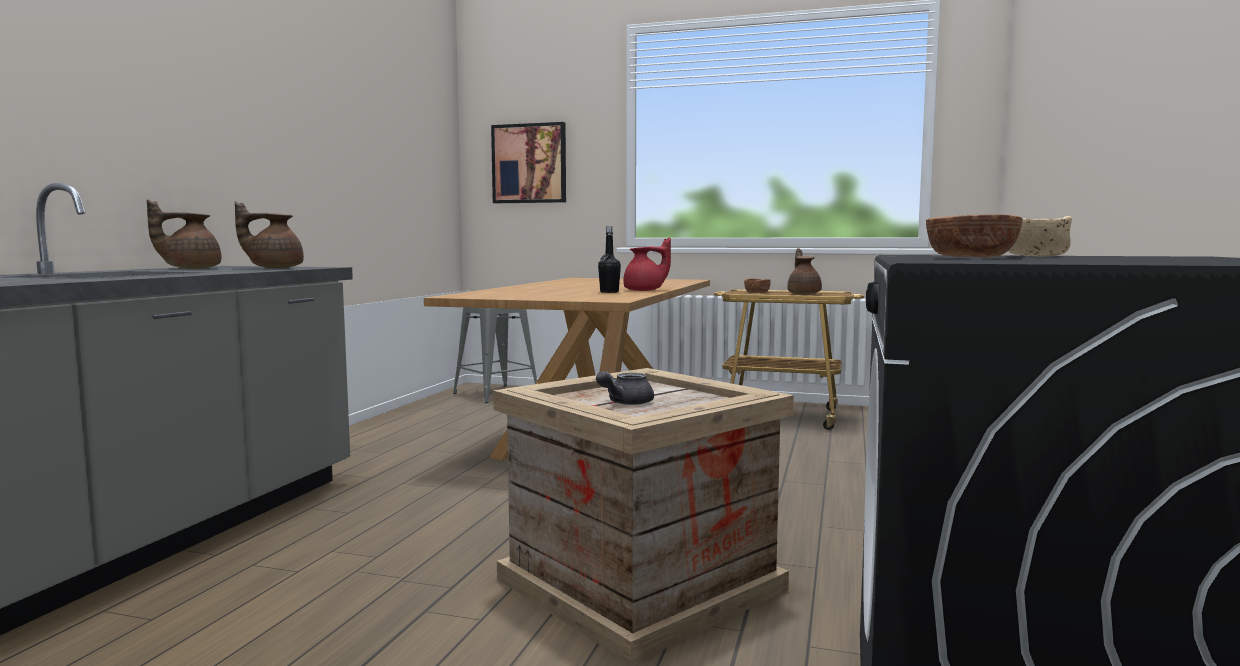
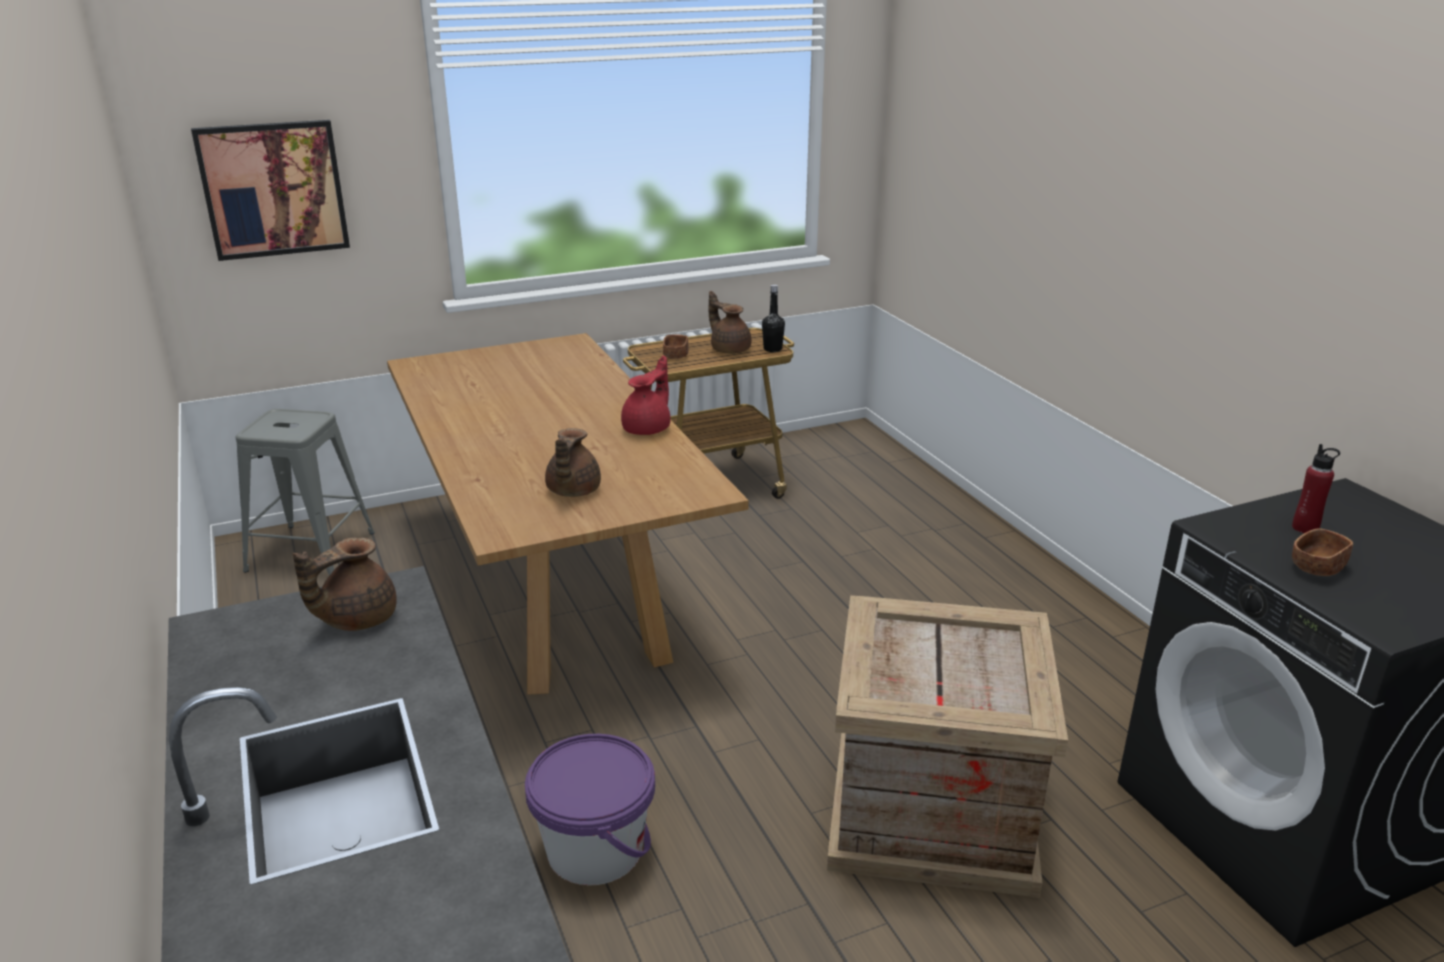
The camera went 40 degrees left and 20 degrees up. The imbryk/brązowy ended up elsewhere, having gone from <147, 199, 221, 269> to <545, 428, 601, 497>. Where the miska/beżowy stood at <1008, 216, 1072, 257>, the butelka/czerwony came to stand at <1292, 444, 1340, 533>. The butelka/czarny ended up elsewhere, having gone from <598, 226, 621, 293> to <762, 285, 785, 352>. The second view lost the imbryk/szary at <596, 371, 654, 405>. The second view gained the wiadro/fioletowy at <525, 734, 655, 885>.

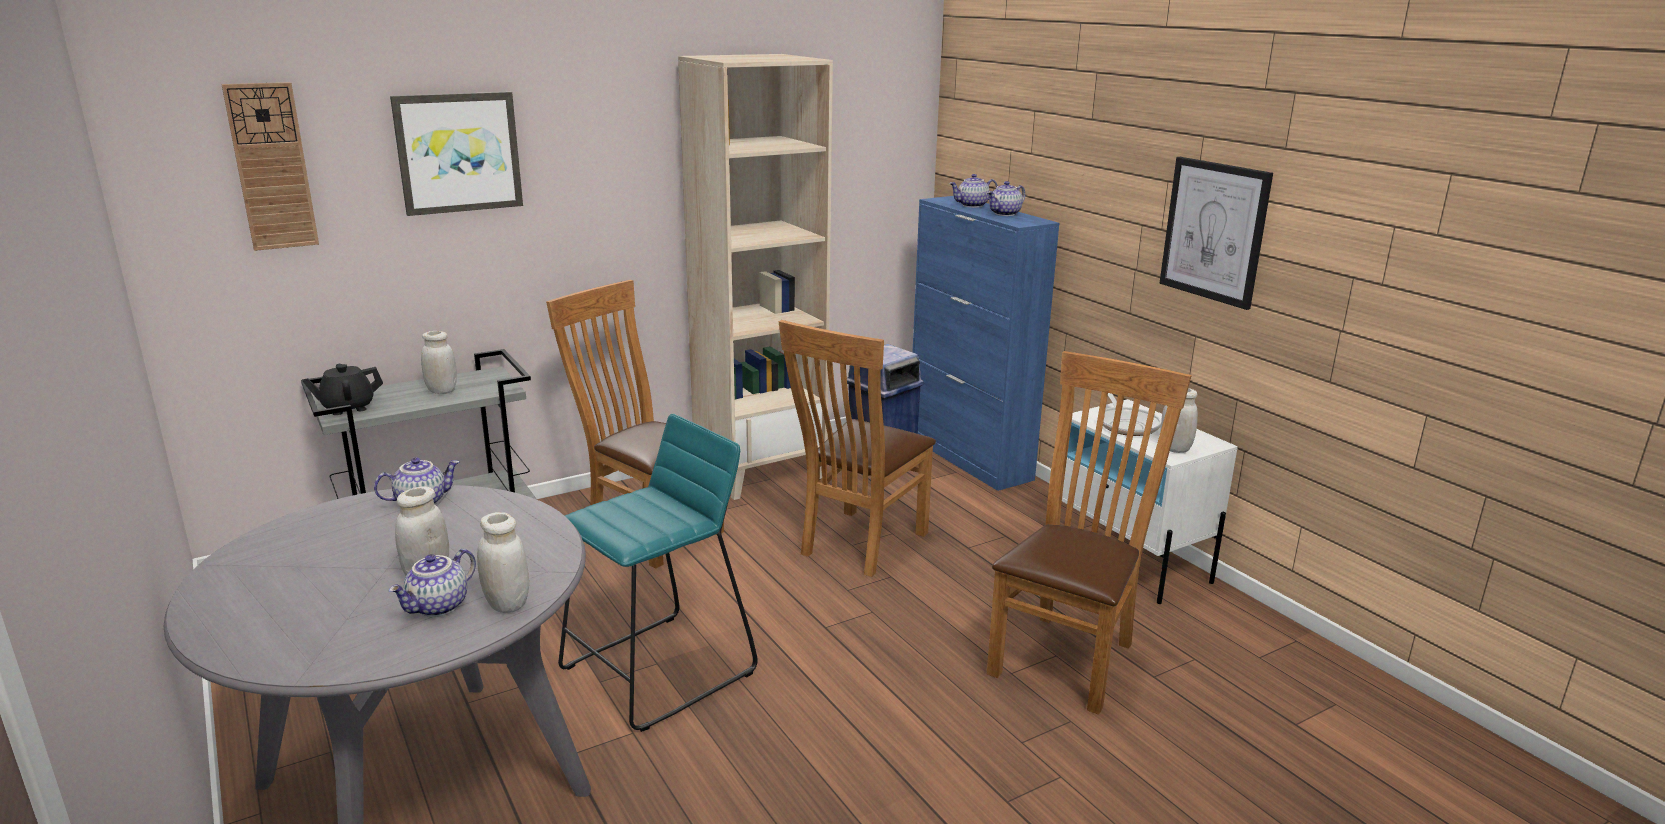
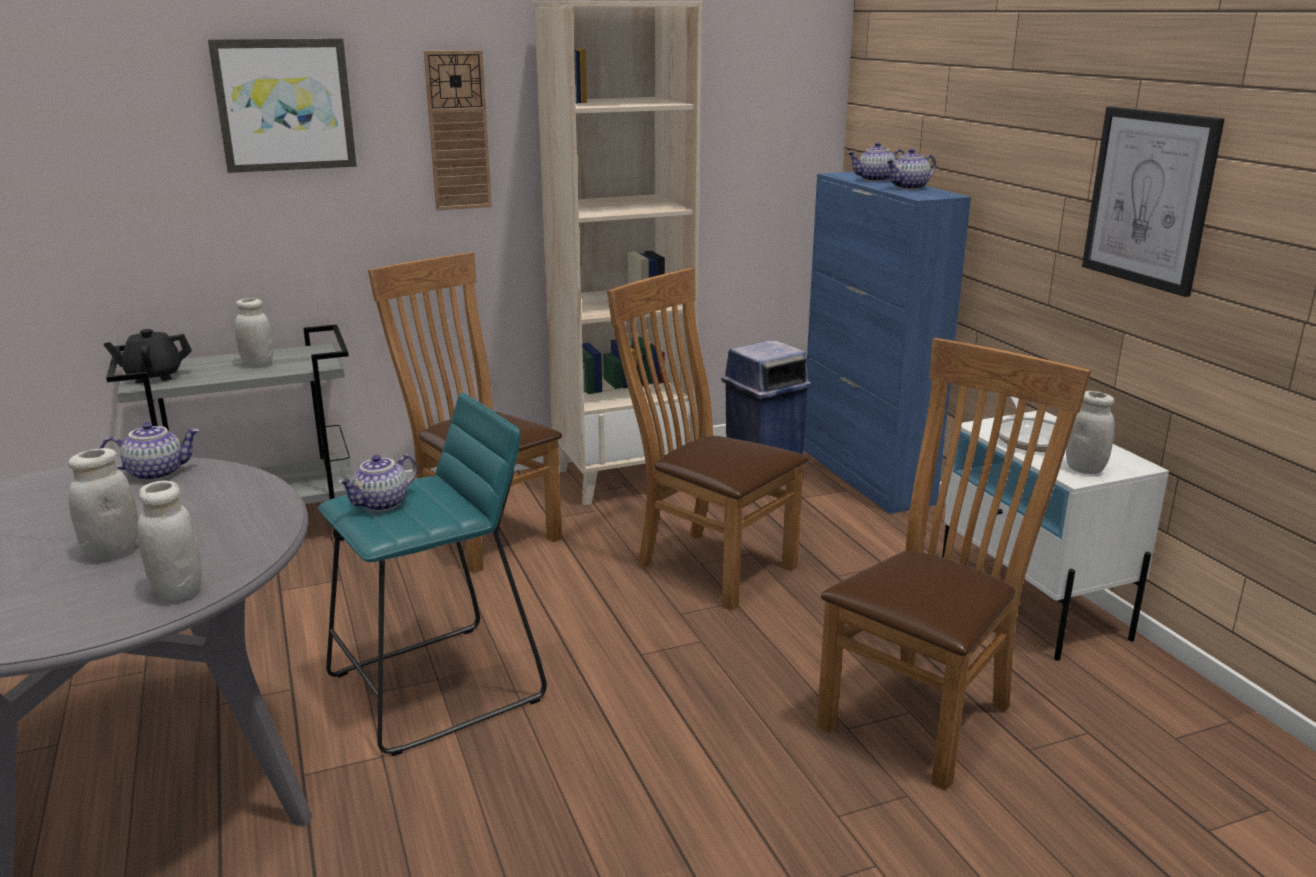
The camera went 10 degrees right and 0 degrees up. The zegar ścienny ended up elsewhere, having gone from <221, 82, 319, 251> to <424, 50, 492, 211>. The krzesło/brązowy at <779, 320, 936, 577> ended up facing another way, 90 degrees clockwise from before. The imbryk ended up elsewhere, having gone from <389, 549, 476, 617> to <338, 454, 417, 512>.

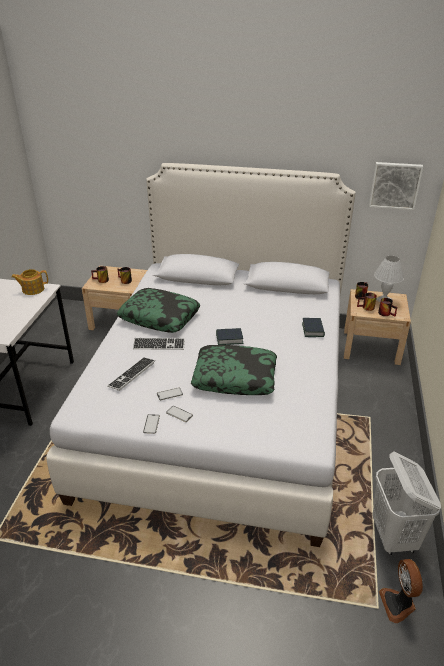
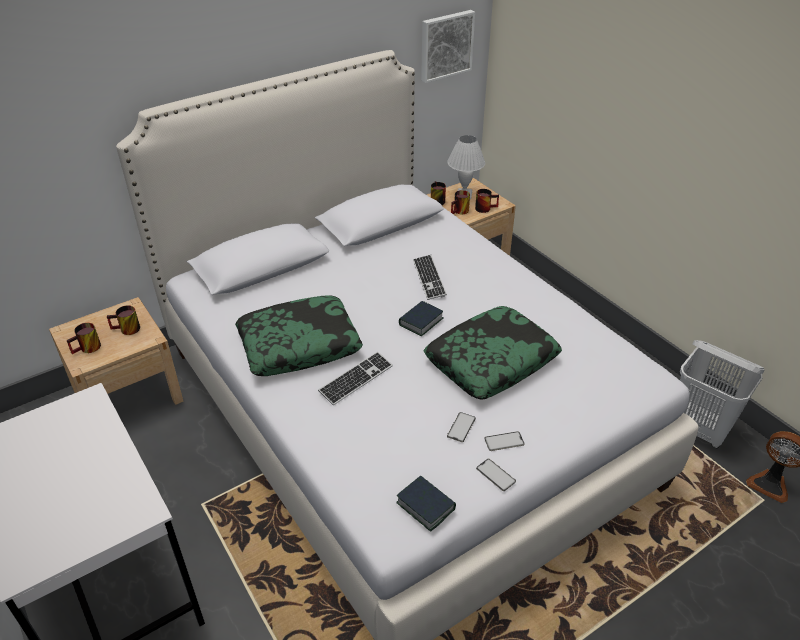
The camera went 45 degrees left and 5 degrees up. The second view lost the imbryk at <11, 269, 48, 295>. The książka ended up elsewhere, having gone from <302, 318, 325, 337> to <396, 475, 456, 532>. The klawiatura ended up elsewhere, having gone from <107, 357, 155, 391> to <413, 255, 447, 300>.

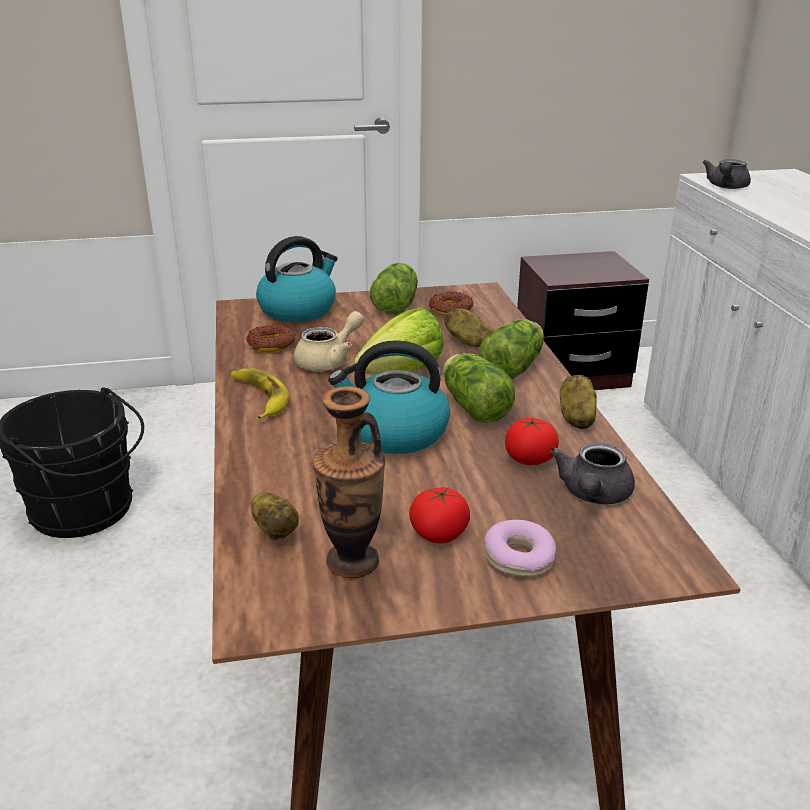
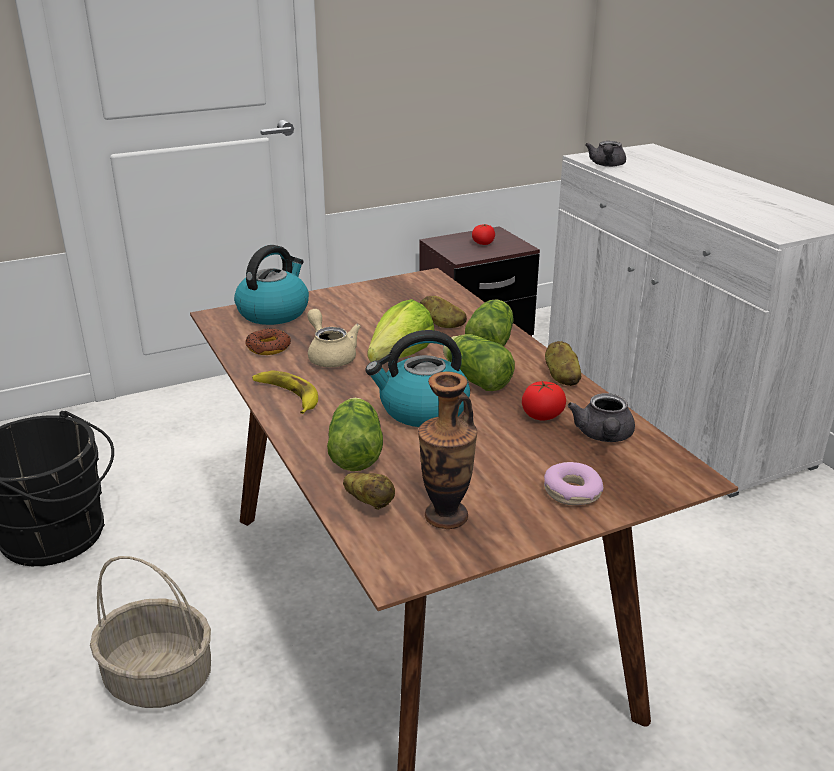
The camera went 15 degrees left and 0 degrees up. The sałata ended up elsewhere, having gone from <370, 263, 418, 315> to <327, 398, 383, 471>. The second view lost the donut at <429, 291, 473, 316>. The imbryk/beżowy at <294, 311, 364, 371> ended up facing another way, 60 degrees counterclockwise from before. The pomidor ended up elsewhere, having gone from <409, 487, 470, 543> to <472, 224, 495, 245>. The second view gained the koszyk at <90, 556, 211, 708>.

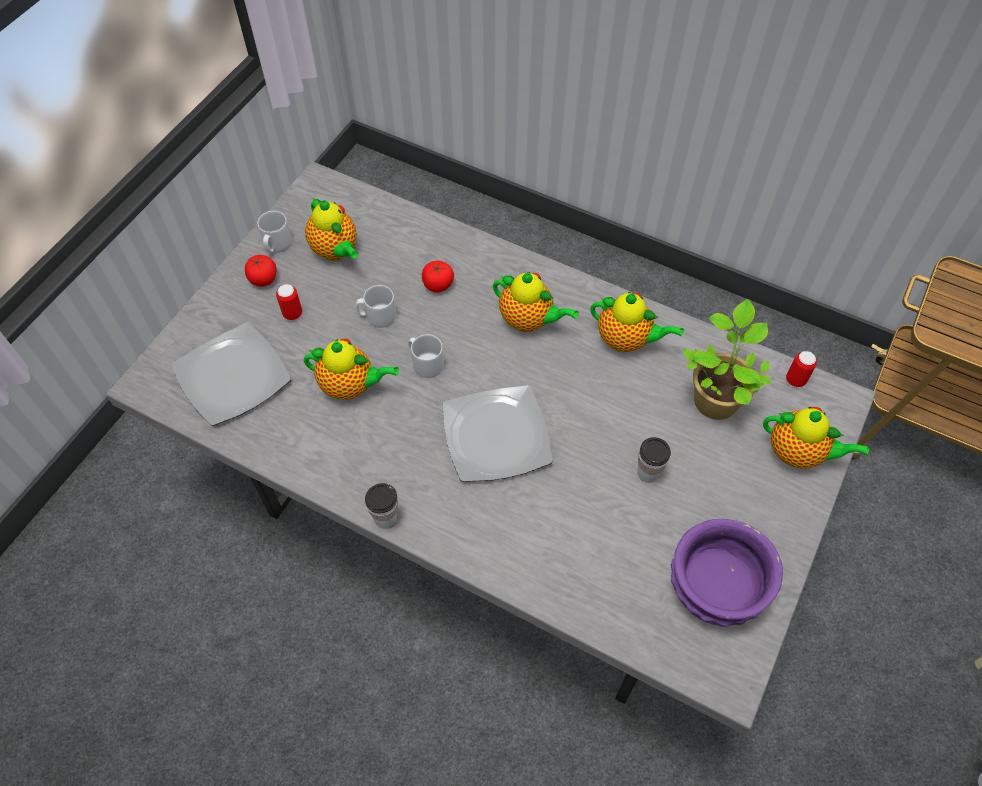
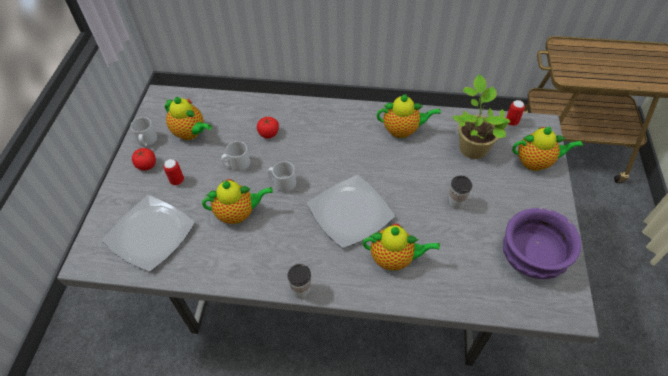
The camera went 20 degrees left and 5 degrees down. The imbryk ended up elsewhere, having gone from <493, 272, 579, 332> to <363, 224, 440, 271>.

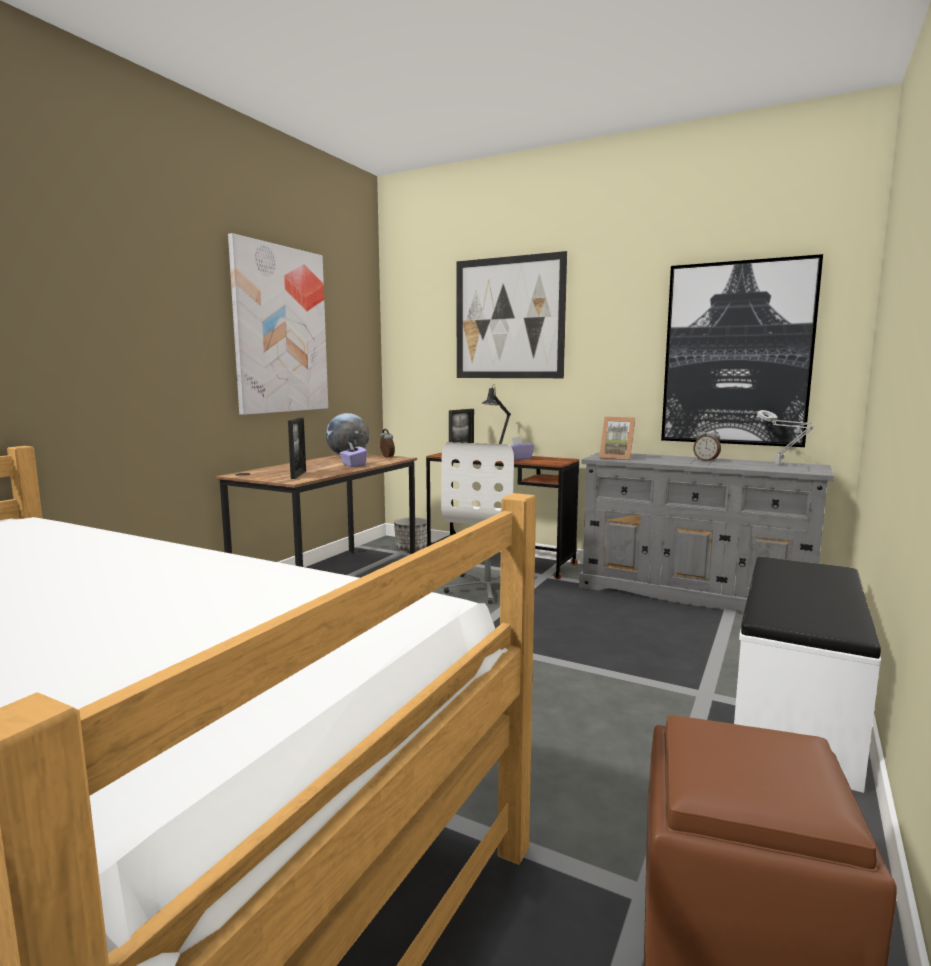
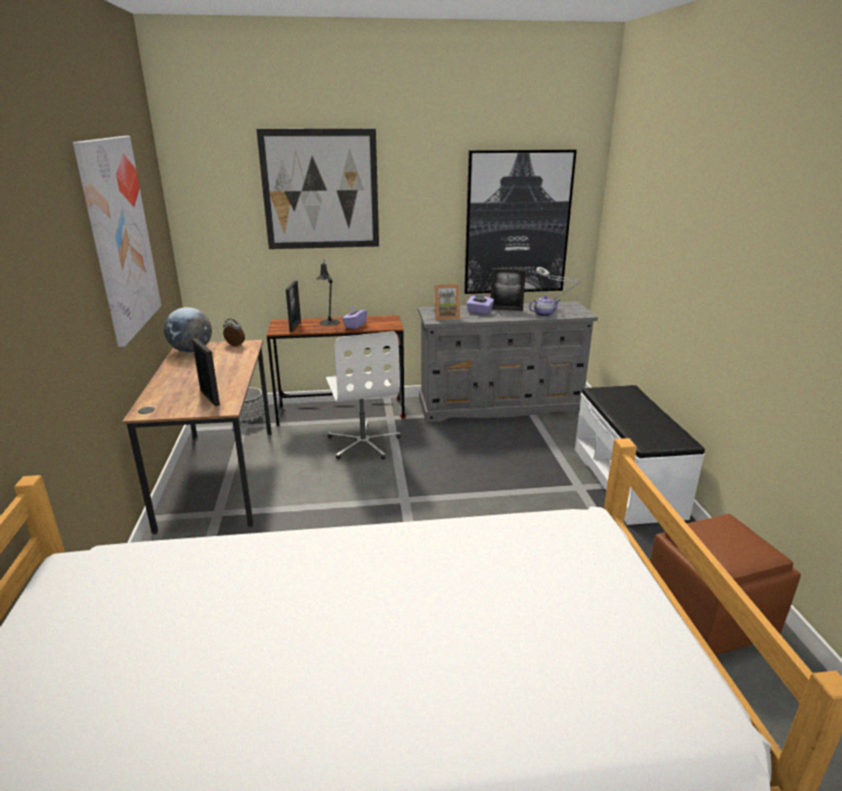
The camera went 35 degrees left and 15 degrees up. Where the budzik stood at <693, 427, 721, 462>, the ramka na zdjęcie came to stand at <490, 268, 526, 311>. The pudełko chusteczek/fioletowy ended up elsewhere, having gone from <340, 442, 367, 467> to <466, 293, 494, 315>. The second view gained the imbryk at <529, 295, 560, 317>.

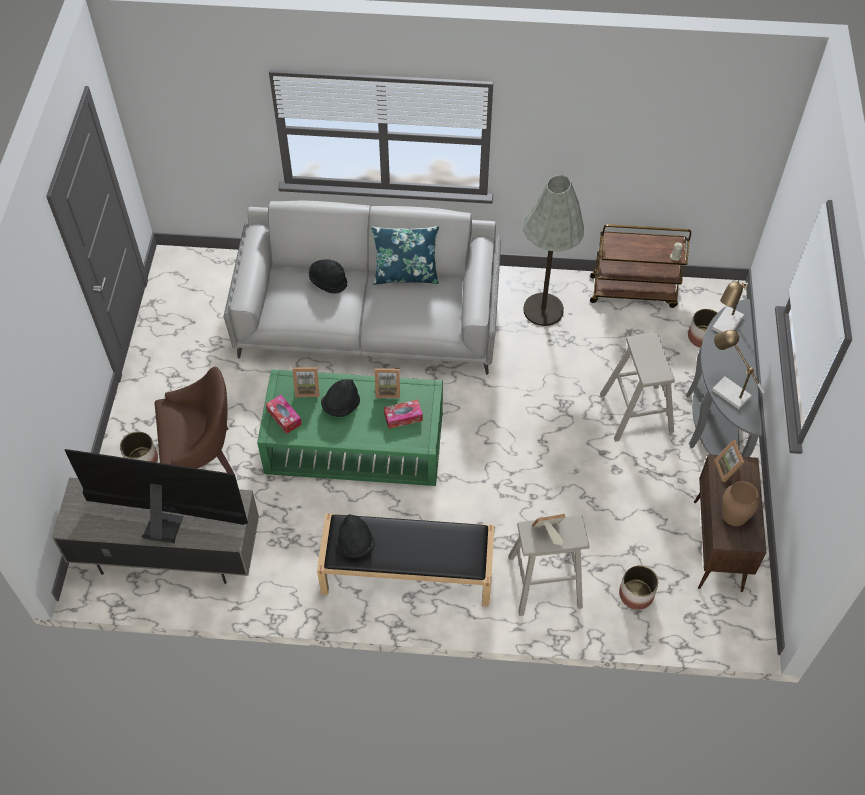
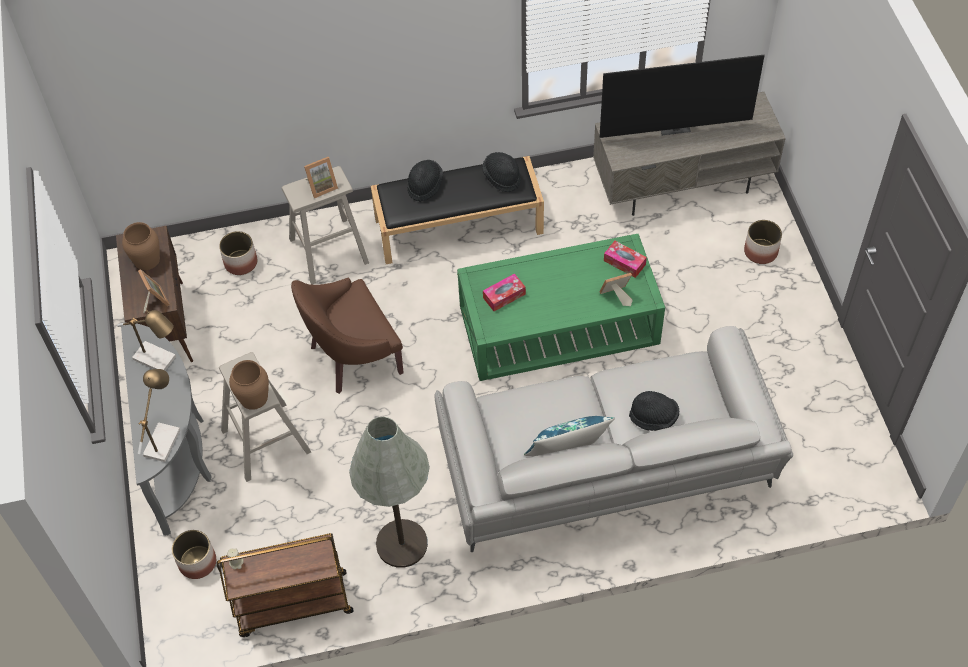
The camera went 165 degrees right and 0 degrees up. The fotel/brązowy ended up elsewhere, having gone from <154, 367, 234, 474> to <291, 277, 404, 394>. The second view lost the ramka na zdjęcie at <375, 368, 400, 398>. The kapelusz/czarny ended up elsewhere, having gone from <321, 379, 360, 417> to <408, 160, 443, 202>. The second view gained the wazon/brązowy at <229, 360, 269, 410>.

